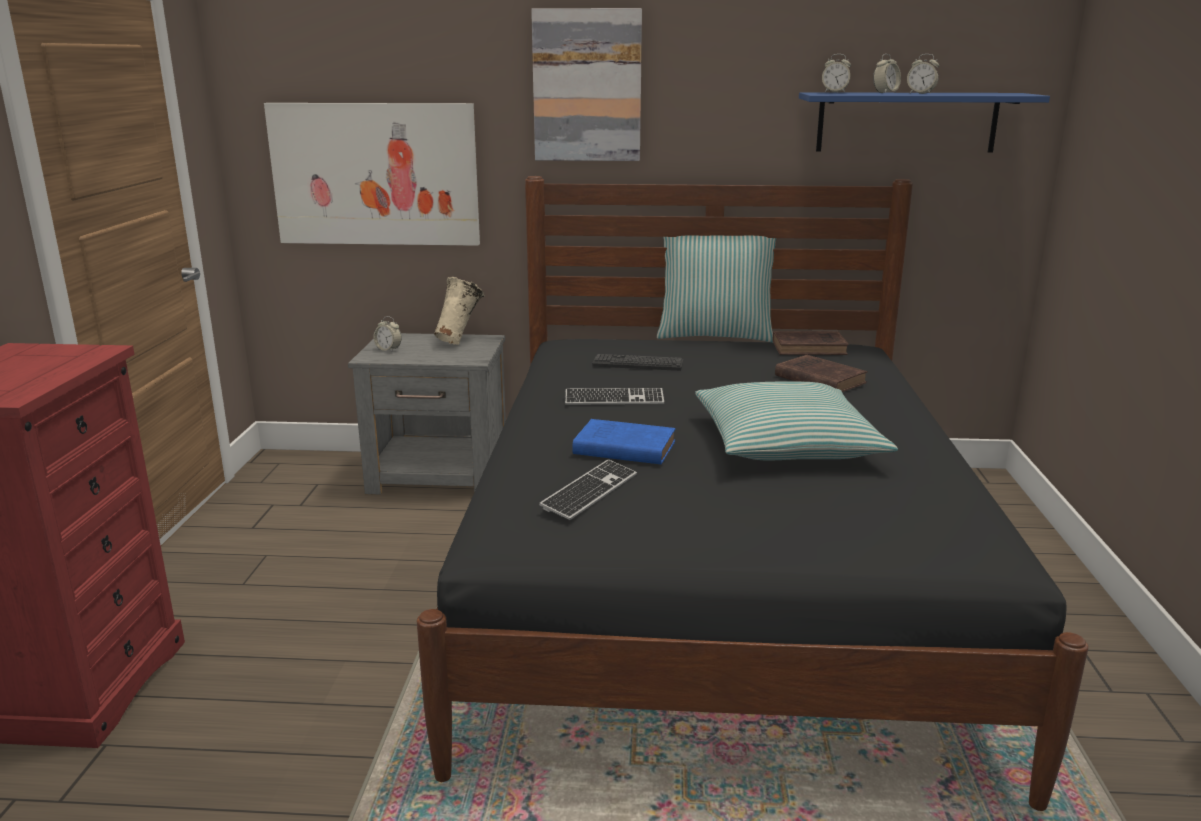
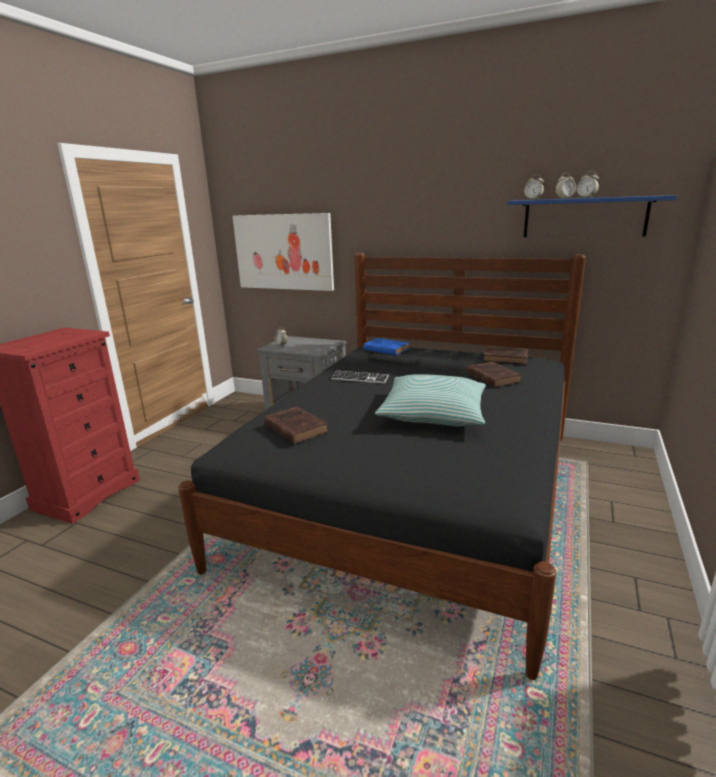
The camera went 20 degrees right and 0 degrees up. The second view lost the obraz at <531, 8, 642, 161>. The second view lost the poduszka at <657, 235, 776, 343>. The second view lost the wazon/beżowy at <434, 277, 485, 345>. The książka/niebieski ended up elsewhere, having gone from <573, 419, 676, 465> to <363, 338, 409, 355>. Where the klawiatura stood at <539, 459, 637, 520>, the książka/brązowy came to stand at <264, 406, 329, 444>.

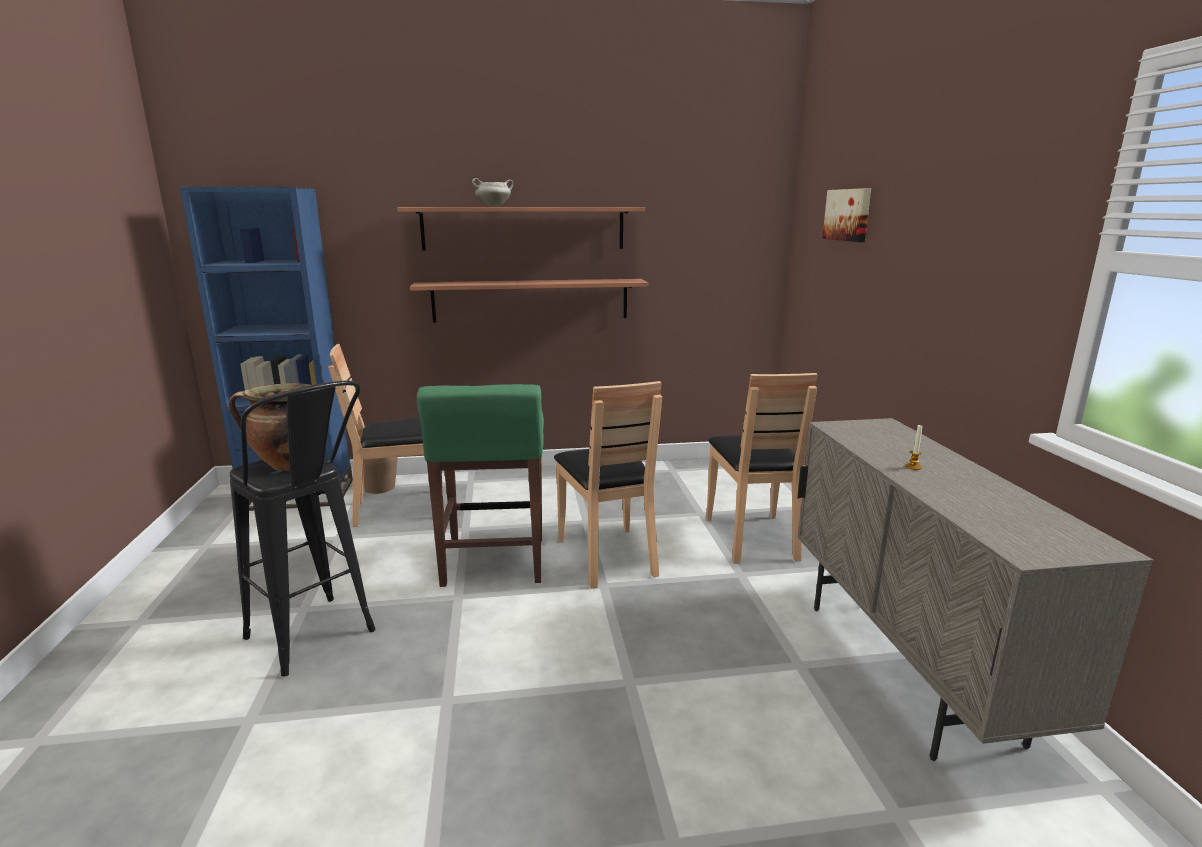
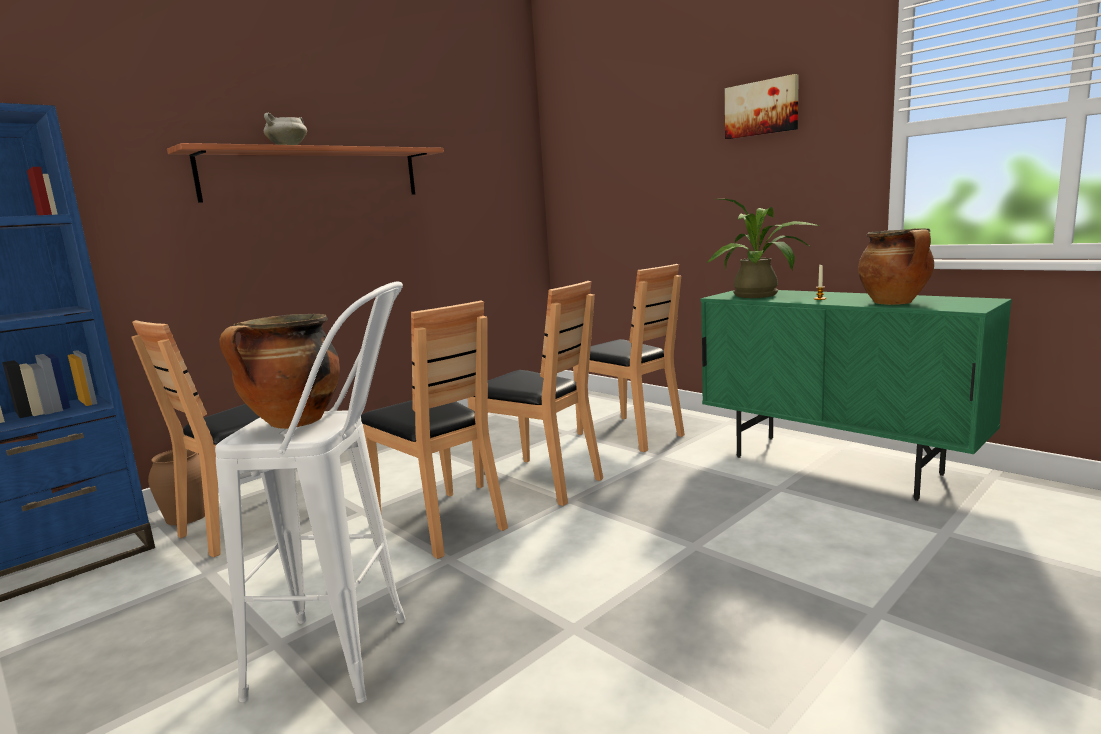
The camera went 35 degrees left and 5 degrees down. The obraz ended up elsewhere, having gone from <822, 188, 871, 242> to <725, 74, 799, 139>. The second view lost the półka at <410, 279, 648, 323>. What was the stołek/czarny at <230, 381, 375, 677> turned into the stołek/biały at <215, 281, 406, 703>. Where the stołek/zielony stood at <417, 384, 544, 587>, the krzesło/brązowy came to stand at <361, 300, 508, 559>. What was the szafka/beżowy at <797, 418, 1153, 761> turned into the szafka/zielony at <701, 290, 1012, 501>. The second view gained the roślina doniczkowa at <706, 199, 819, 298>. The second view gained the garnek at <858, 228, 934, 305>.

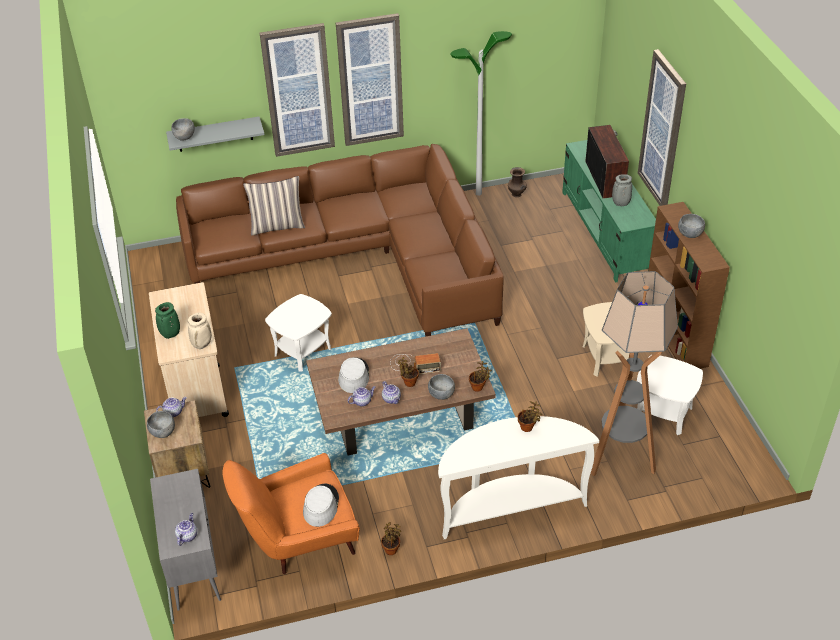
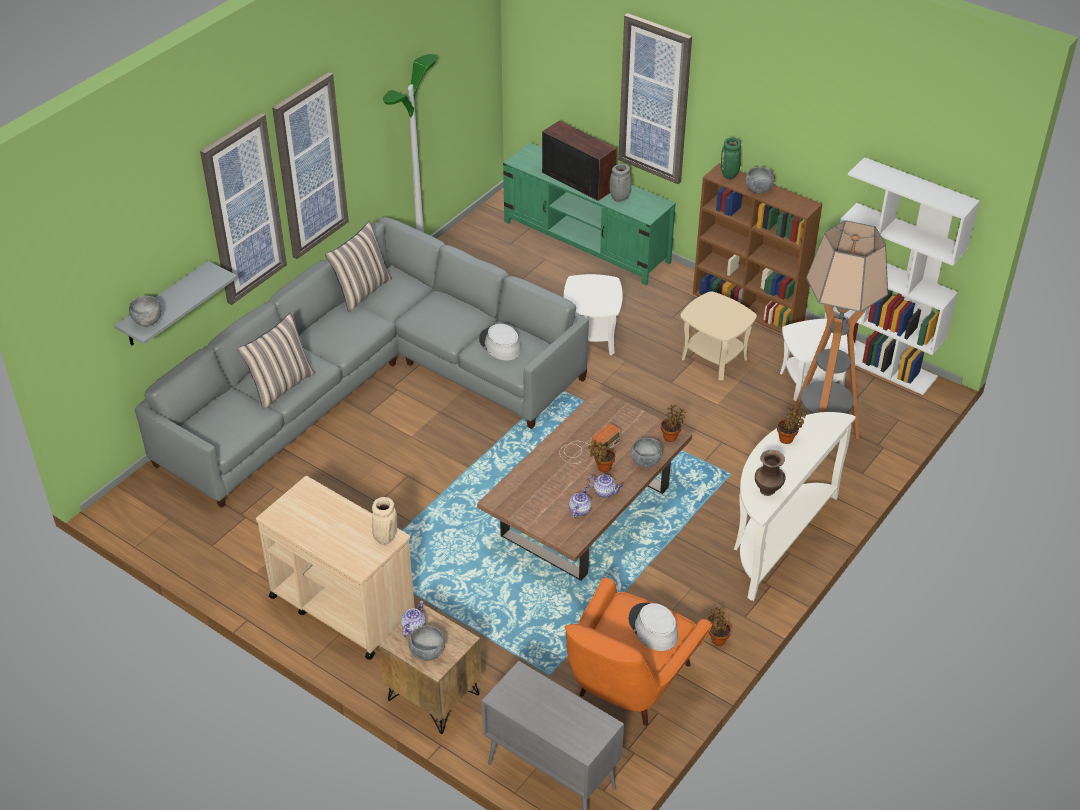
The camera went 40 degrees left and 0 degrees up. What was the kanapa/brązowy at <176, 144, 504, 337> turned into the kanapa/szary at <135, 217, 589, 508>. The wazon/brązowy ended up elsewhere, having gone from <508, 167, 527, 197> to <755, 450, 786, 496>. The stolik/biały ended up elsewhere, having gone from <265, 294, 332, 372> to <564, 274, 623, 355>. The wazon/zielony ended up elsewhere, having gone from <155, 302, 180, 339> to <721, 138, 741, 179>. The kapelusz/szary ended up elsewhere, having gone from <338, 357, 369, 393> to <479, 324, 522, 360>. The second view lost the imbryk at <175, 513, 197, 546>. The second view gained the regał/biały at <824, 157, 980, 395>. The second view gained the poduszka at <325, 221, 392, 312>.

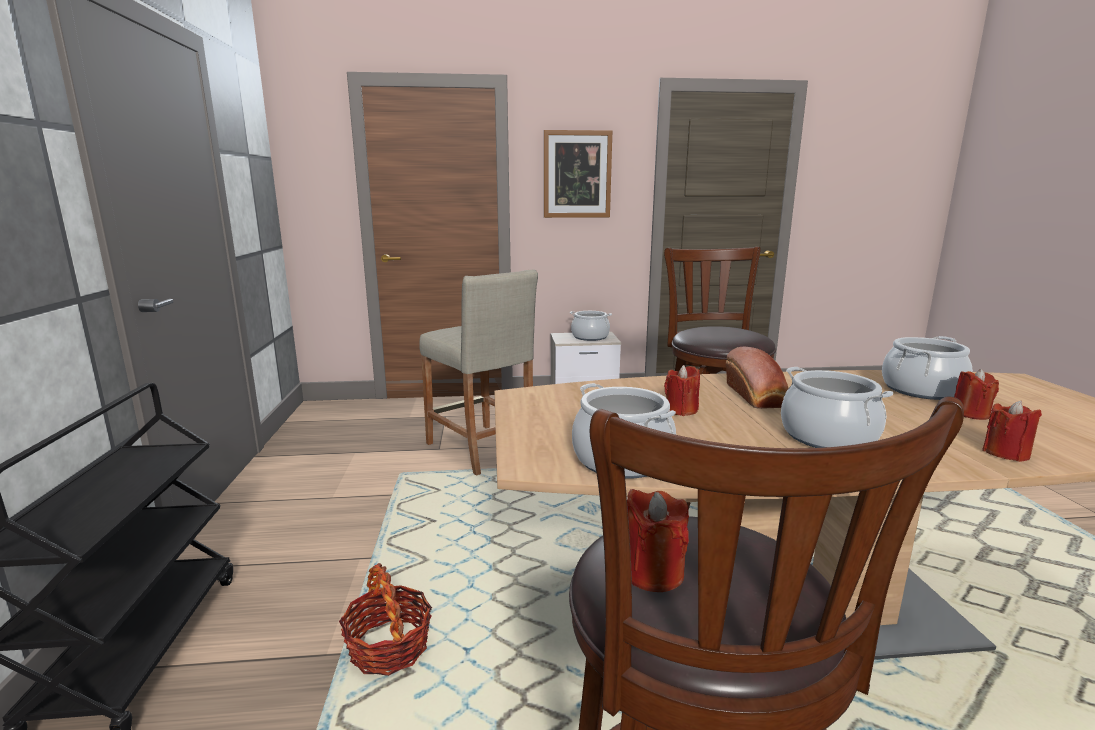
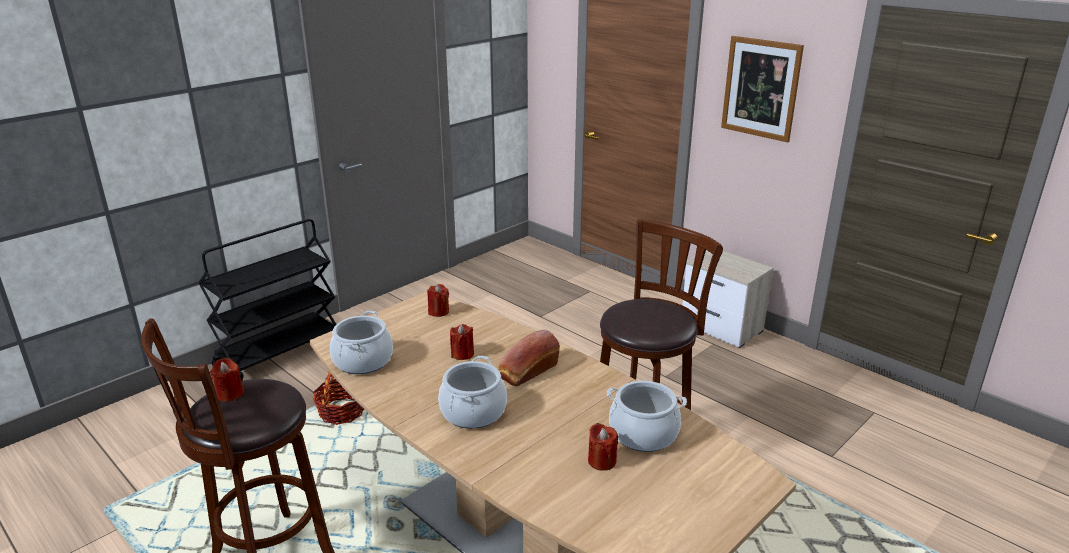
The camera went 50 degrees right and 10 degrees up. The second view lost the stołek/beżowy at <419, 269, 538, 476>. The second view lost the garnek at <570, 311, 612, 341>. The świeca/czerwony ended up elsewhere, having gone from <982, 401, 1042, 462> to <427, 284, 449, 317>.

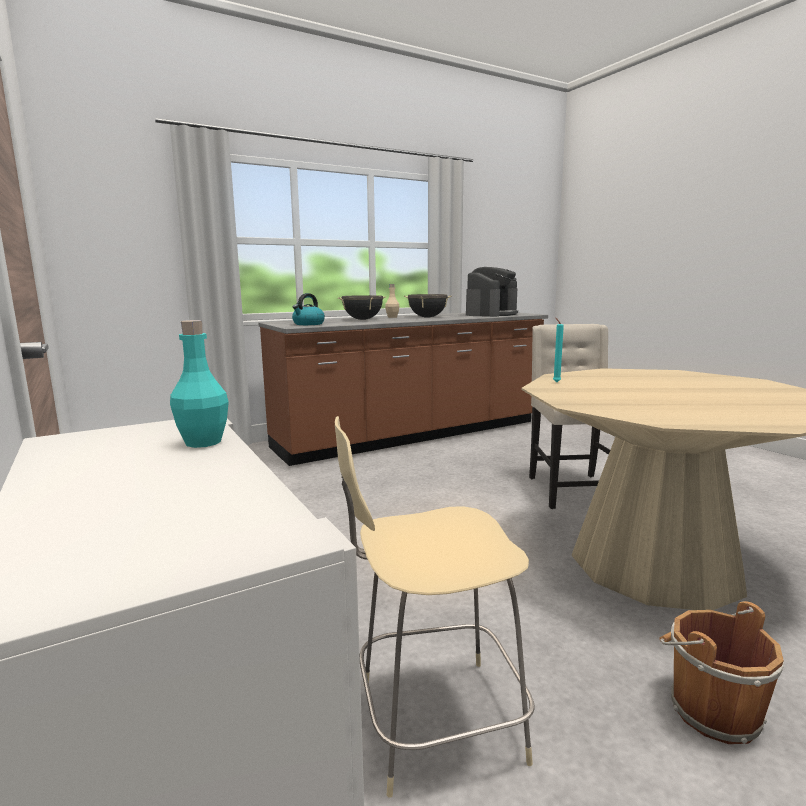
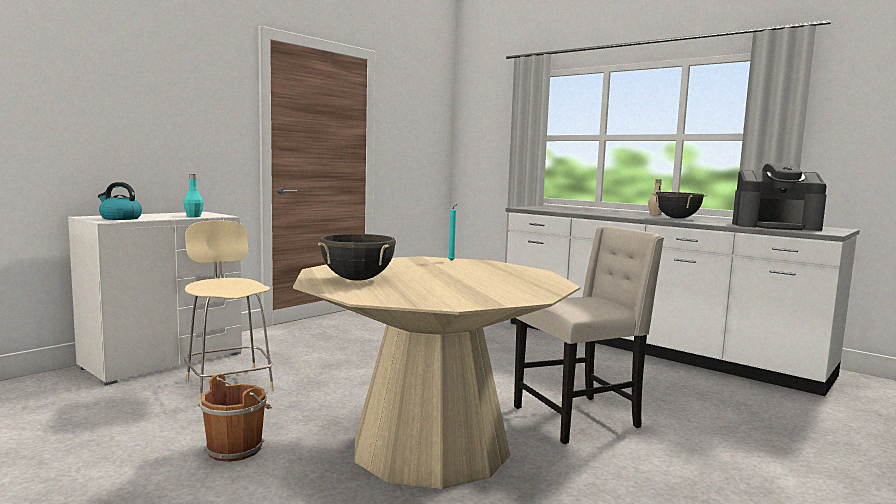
The camera went 70 degrees right and 5 degrees down. The czajnik ended up elsewhere, having gone from <292, 293, 325, 325> to <98, 182, 142, 220>. The garnek/czarny ended up elsewhere, having gone from <338, 295, 386, 320> to <318, 234, 396, 281>. What was the zabudowa kuchenna/brązowy at <259, 313, 548, 466> turned into the zabudowa kuchenna/biały at <505, 206, 860, 396>.

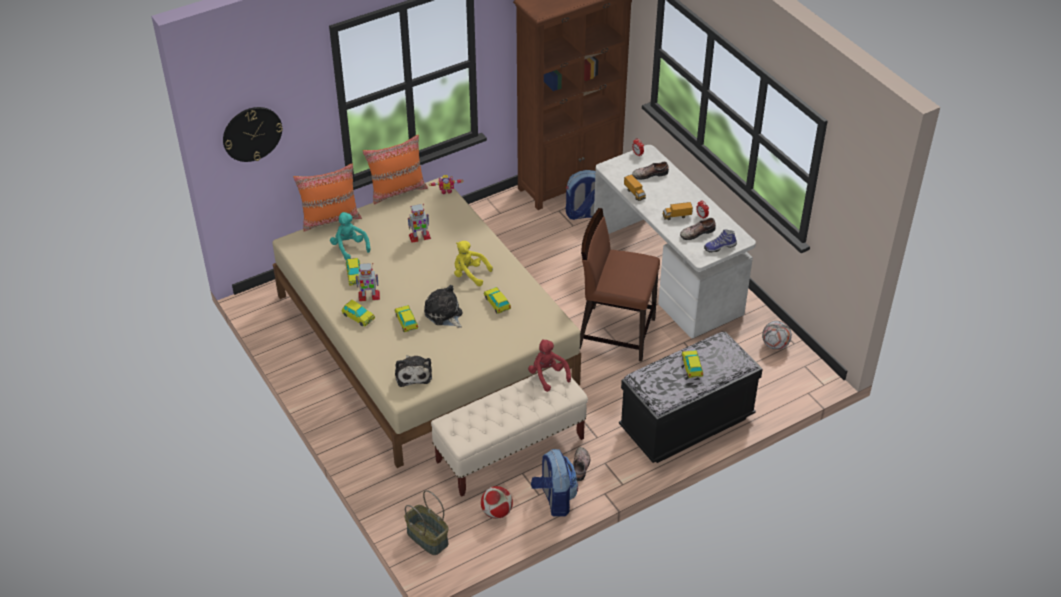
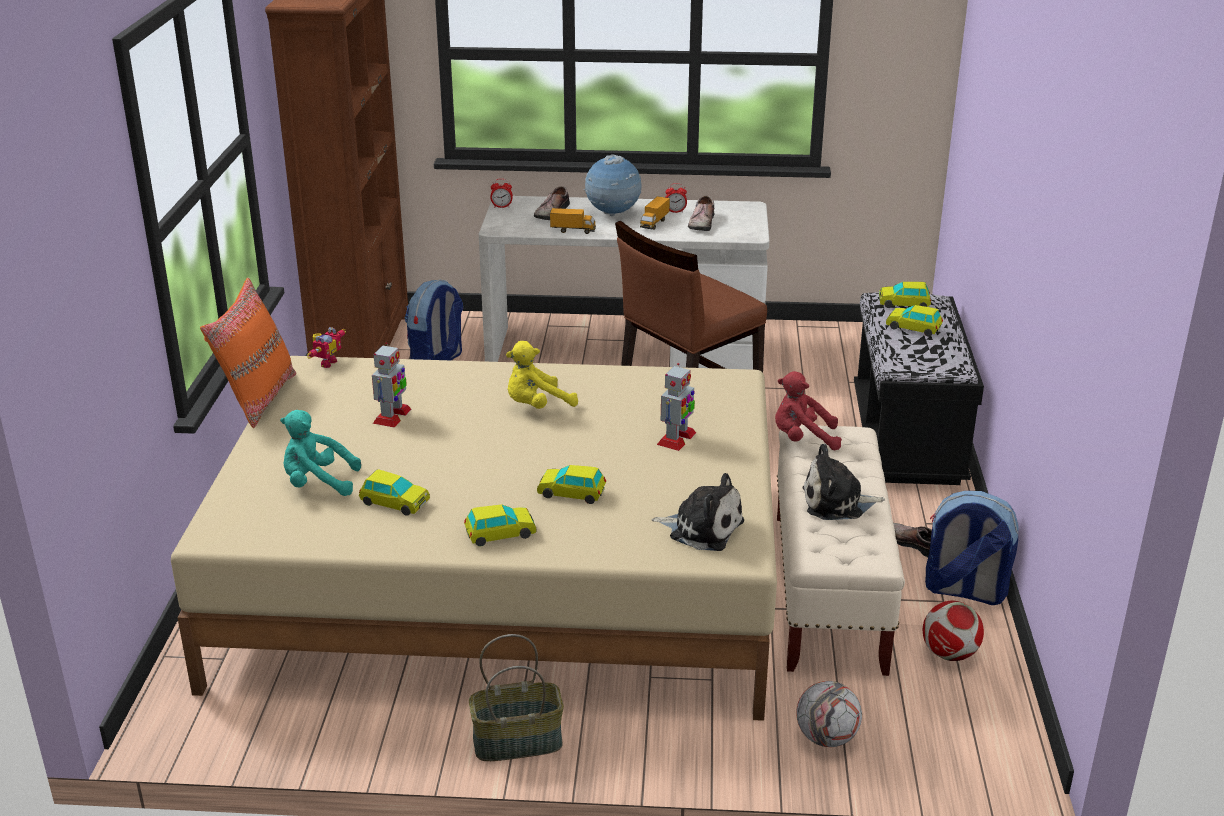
The camera went 55 degrees left and 15 degrees down. The second view lost the zegar ścienny at <223, 107, 283, 162>. The second view lost the poduszka/pomarańczowy at <293, 163, 362, 232>. The second view lost the but at <704, 229, 737, 253>. The robot zabawkowy ended up elsewhere, having gone from <355, 263, 380, 301> to <657, 363, 696, 451>. The pluszak ended up elsewhere, having gone from <424, 285, 463, 328> to <803, 444, 885, 520>. The samochodzik ended up elsewhere, having gone from <484, 287, 511, 314> to <879, 282, 931, 308>. The piłka futbolowa ended up elsewhere, having gone from <762, 321, 792, 350> to <796, 681, 862, 747>. The koszyk ended up elsewhere, having gone from <404, 490, 449, 555> to <469, 634, 564, 761>. The second view gained the globus at <584, 154, 642, 216>.

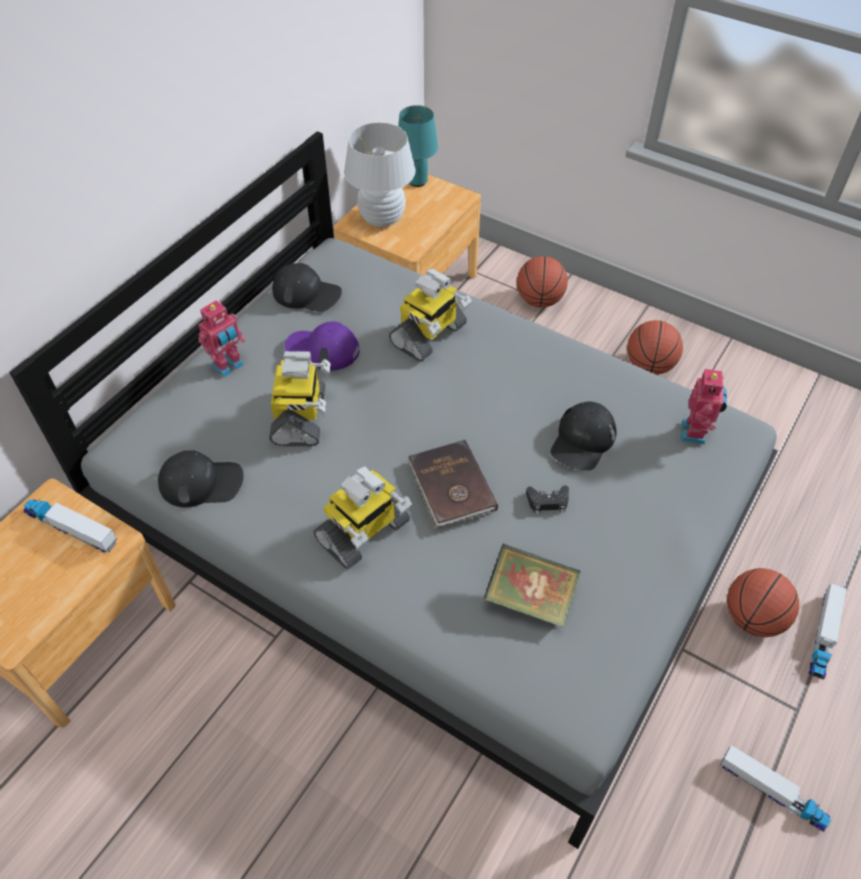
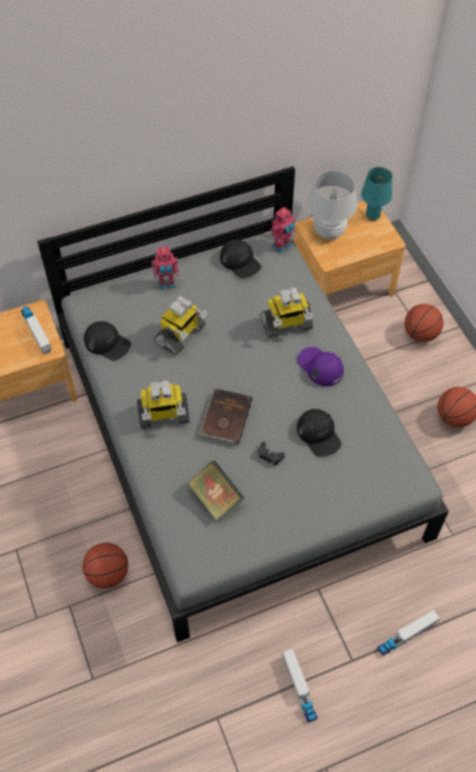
The camera went 35 degrees right and 5 degrees up. The czapka z daszkiem/fioletowy ended up elsewhere, having gone from <285, 321, 359, 371> to <297, 347, 344, 386>. The robot zabawkowy ended up elsewhere, having gone from <681, 366, 727, 444> to <271, 207, 296, 253>. The czapka z daszkiem/czarny at <551, 402, 617, 471> ended up facing another way, 90 degrees counterclockwise from before. The piłka do koszykówki ended up elsewhere, having gone from <727, 568, 799, 637> to <83, 543, 128, 589>.

